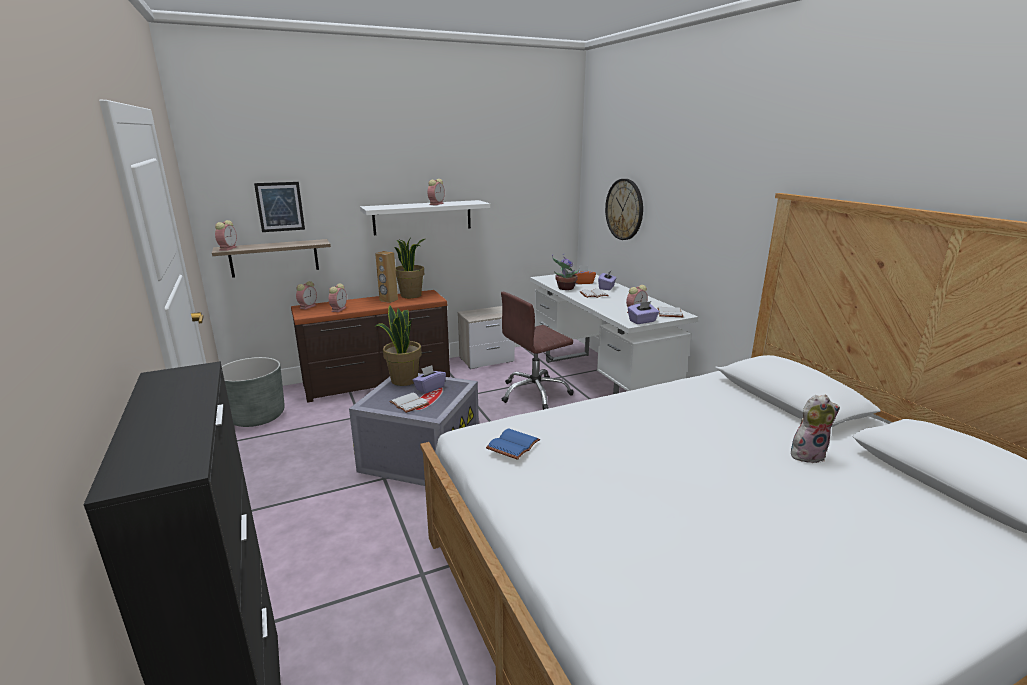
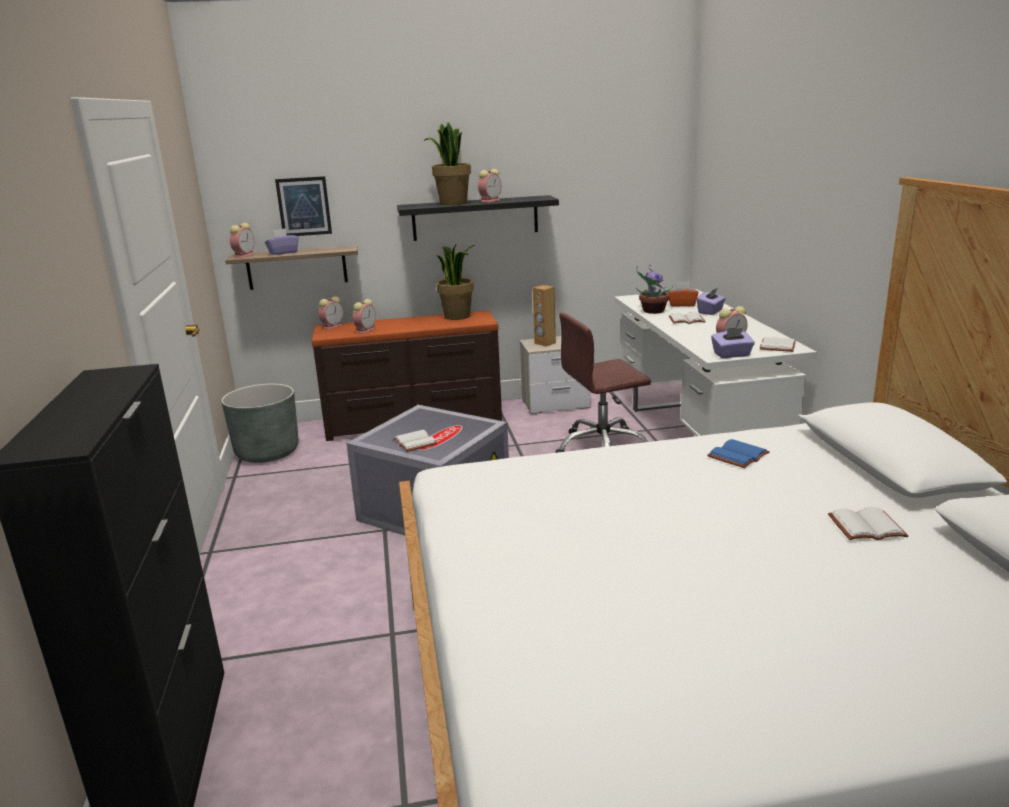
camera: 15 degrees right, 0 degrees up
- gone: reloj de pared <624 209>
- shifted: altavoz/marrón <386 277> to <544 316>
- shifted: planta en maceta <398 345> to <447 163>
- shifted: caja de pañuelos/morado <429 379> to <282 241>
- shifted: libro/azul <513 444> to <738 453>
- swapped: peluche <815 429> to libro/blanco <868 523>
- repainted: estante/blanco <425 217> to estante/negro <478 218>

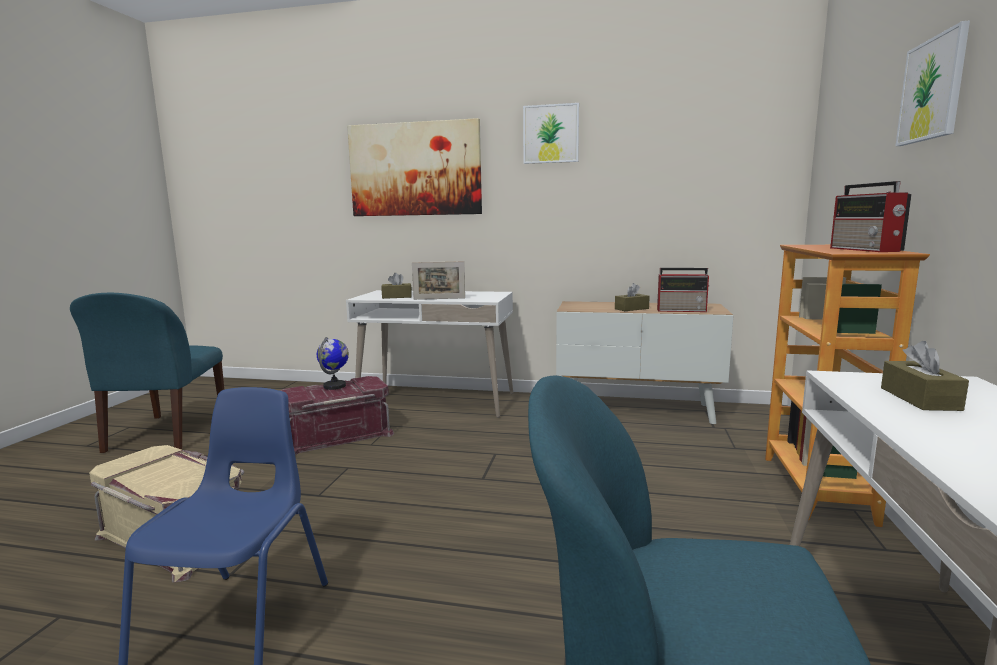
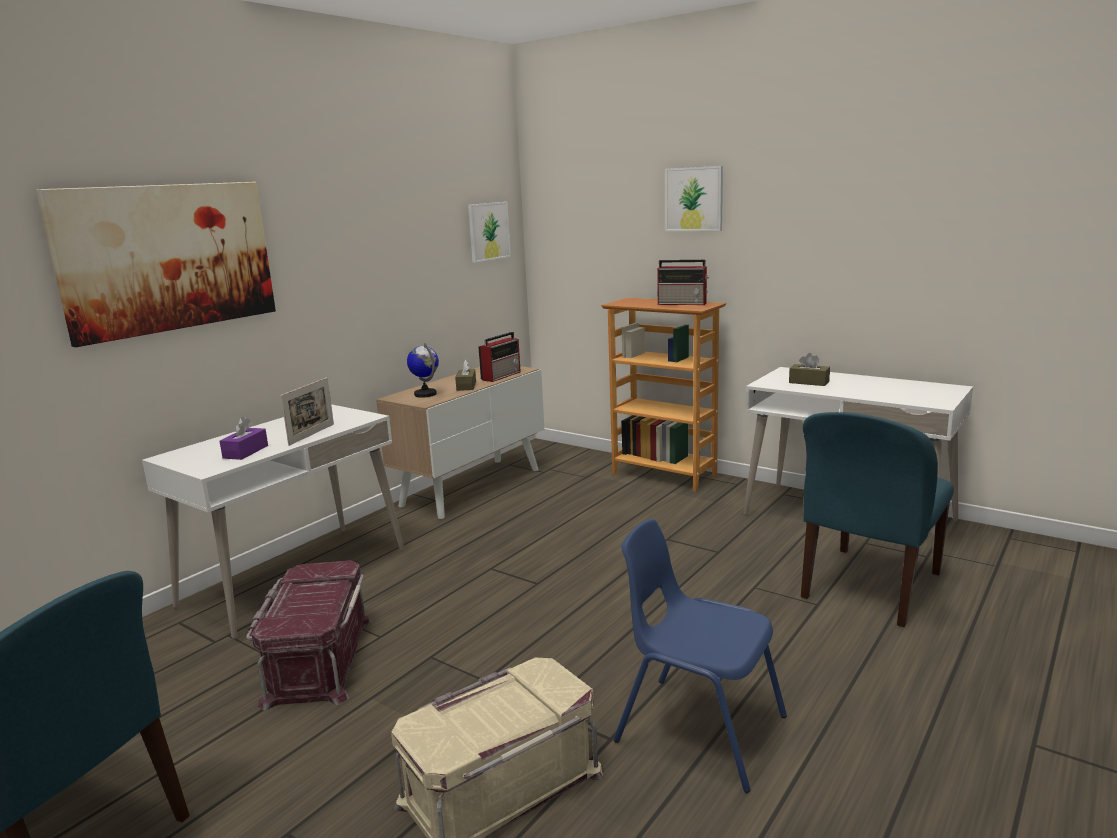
camera: 65 degrees left, 5 degrees up
- shifted: globo terráqueo <333 363> to <423 370>
- shifted: cuadro <551 133> to <489 232>
- repainted: caja de pañuelos/marrón <396 286> to caja de pañuelos/morado <244 438>

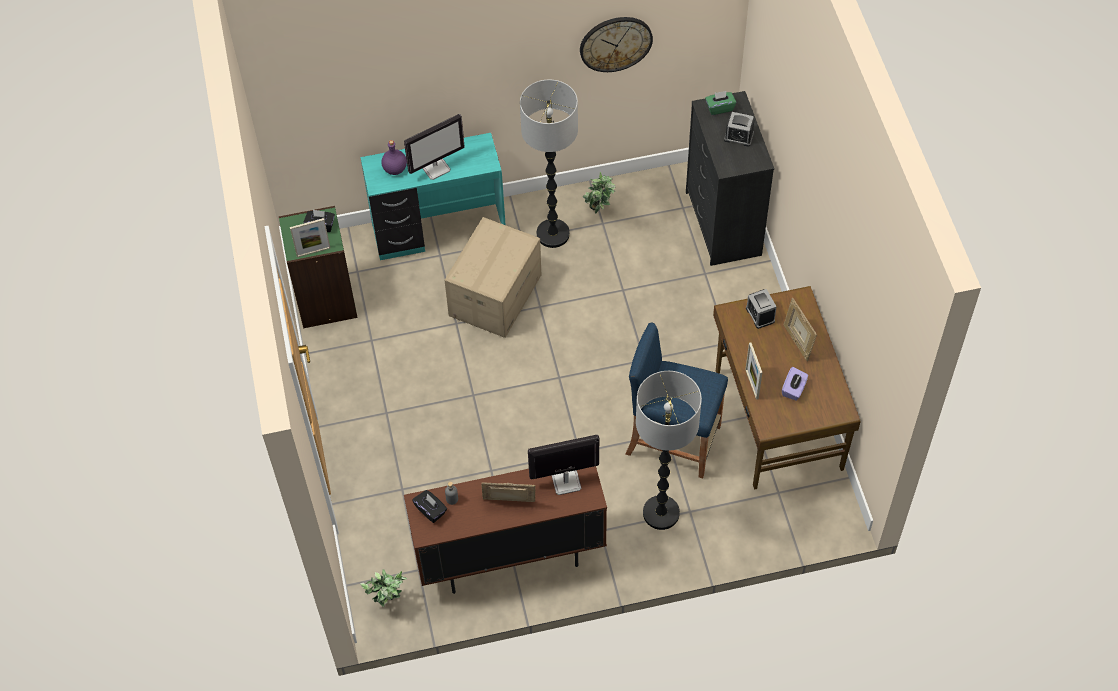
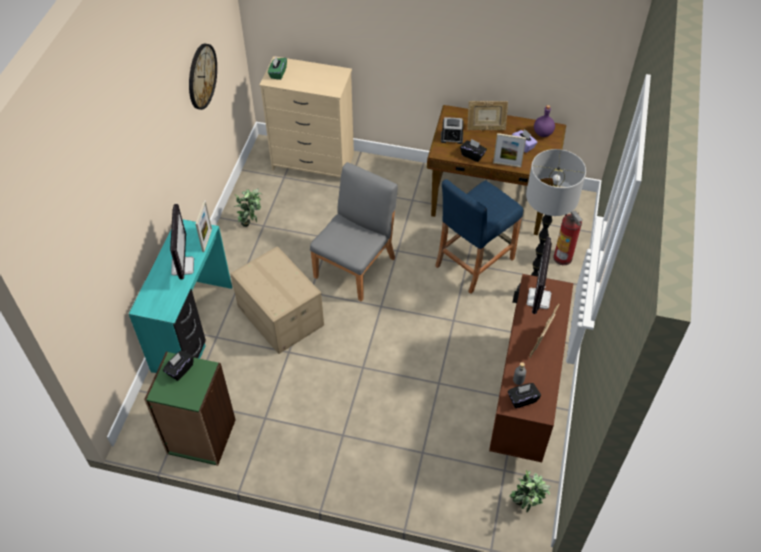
camera: 65 degrees left, 5 degrees down
- gone: lámpara de pie <549 163>
- gone: despertador <739 129>
- new: silla/gris <354 232>
- new: caja de pañuelos/negro <473 150>
- new: extintor <568 238>
- shifted: portarretratos <310 237> to <204 226>
- shifted: botella/morado <394 157> to <544 121>
- repainted: cómoda/negro <730 178> to cómoda/beis <307 117>

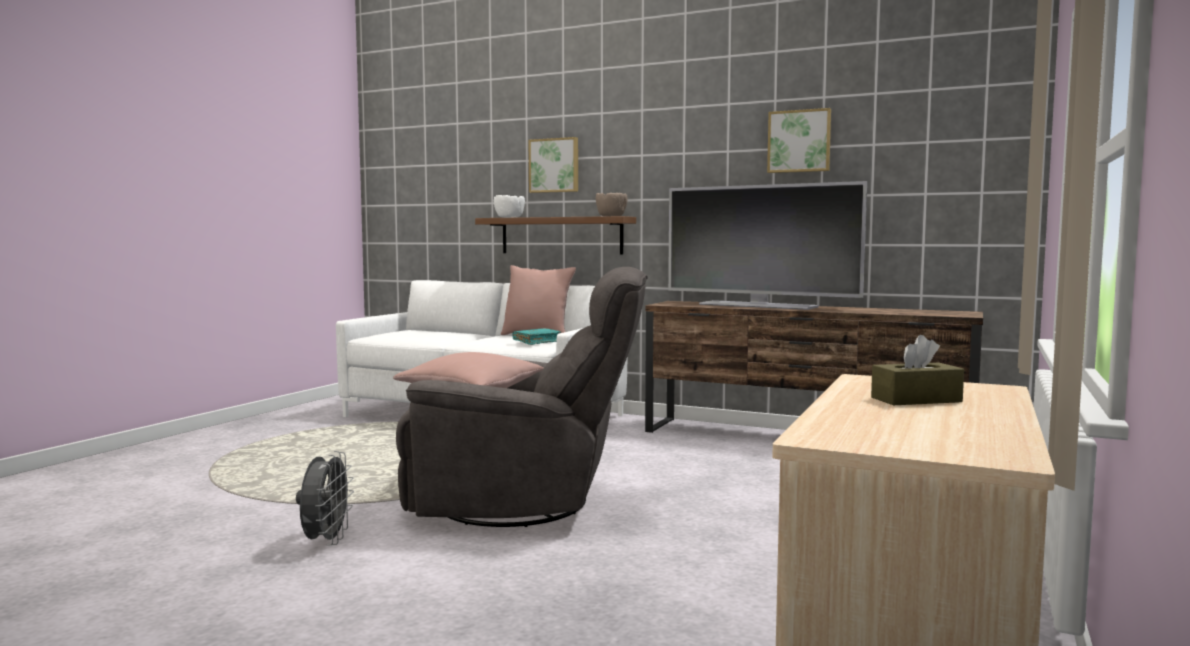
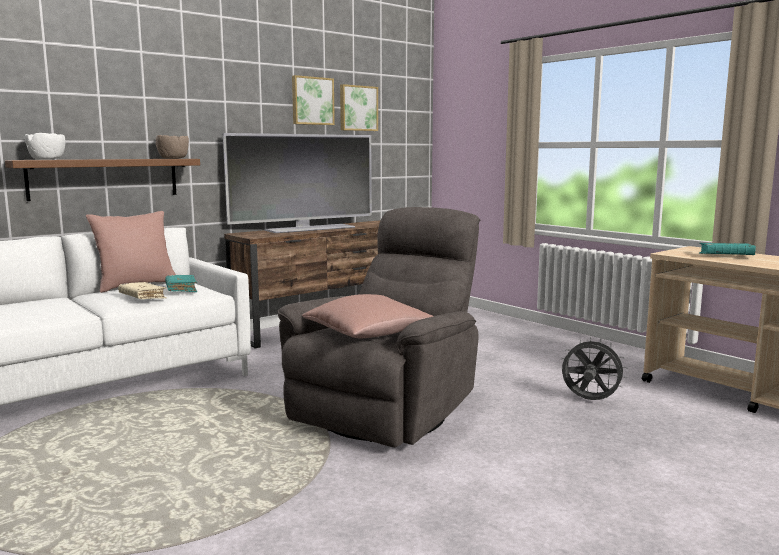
camera: 65 degrees left, 5 degrees up
- new: libro/beis <142 290>
- shifted: ventilador/gris <325 498> to <594 368>
- shifted: cuadro <553 165> to <359 107>
- swapped: caja de pañuelos/marrón <917 370> to libro/turquesa <727 249>

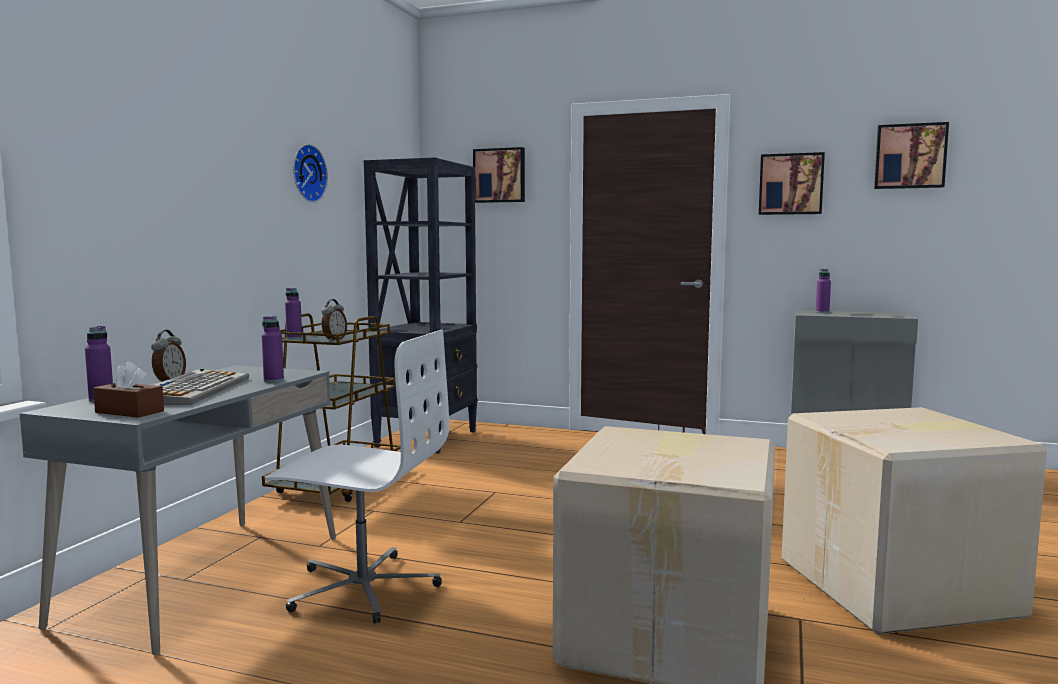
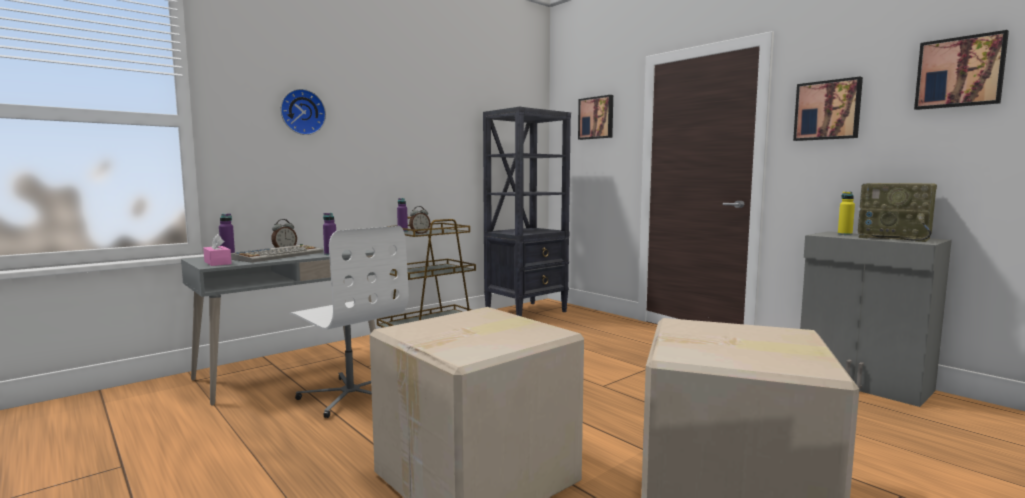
camera: 30 degrees right, 0 degrees up
- new: radio <897 212>
- shifted: reloj de pared <310 173> to <303 112>
- repainted: caja de pañuelos/marrón <128 390> to caja de pañuelos/rosa <217 250>
- repainted: botella/morado <823 291> to botella/amarillo <846 213>

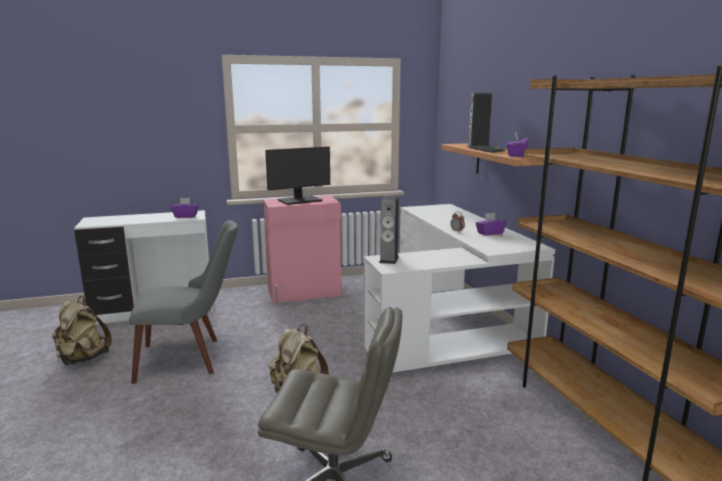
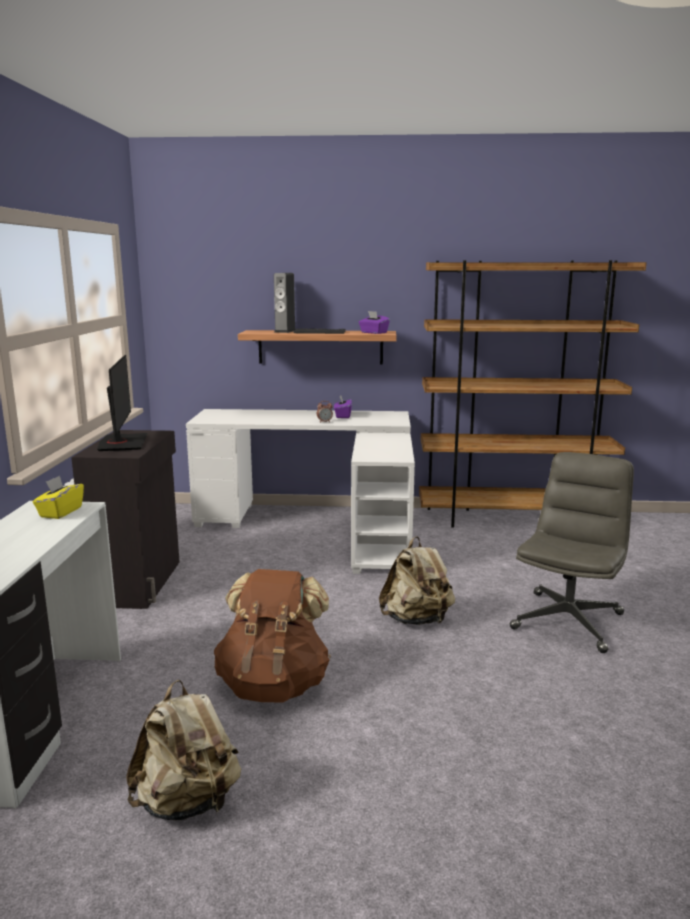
camera: 70 degrees left, 0 degrees up
- gone: altavoz <389 230>
- swapped: silla/gris <183 302> to mochila/marrón <272 635>
- repainted: caja de pañuelos/morado <185 208> to caja de pañuelos/amarillo <58 497>
- repainted: armario/rosa <302 249> to armario/negro <125 519>

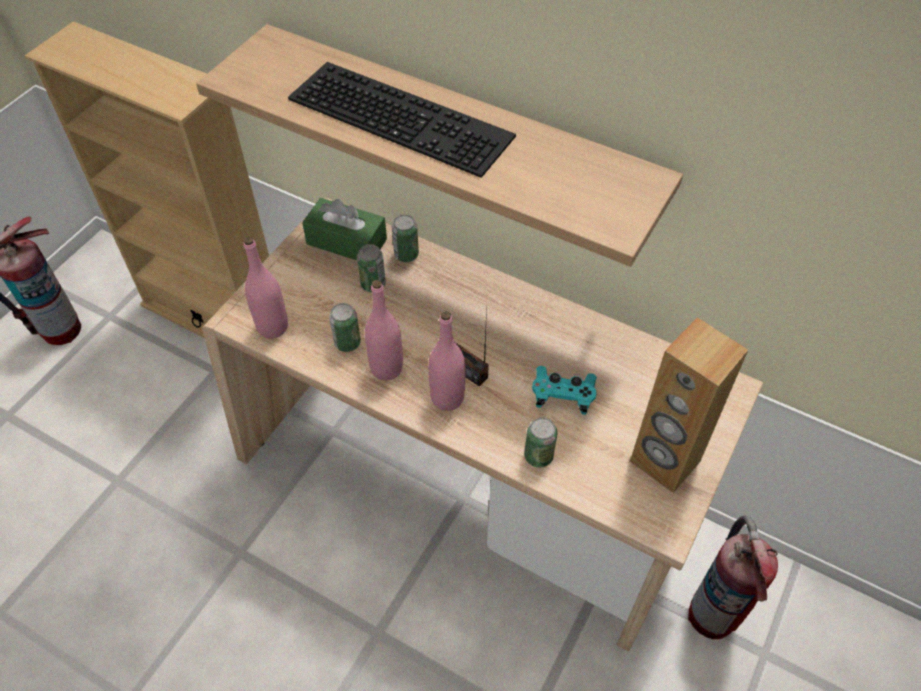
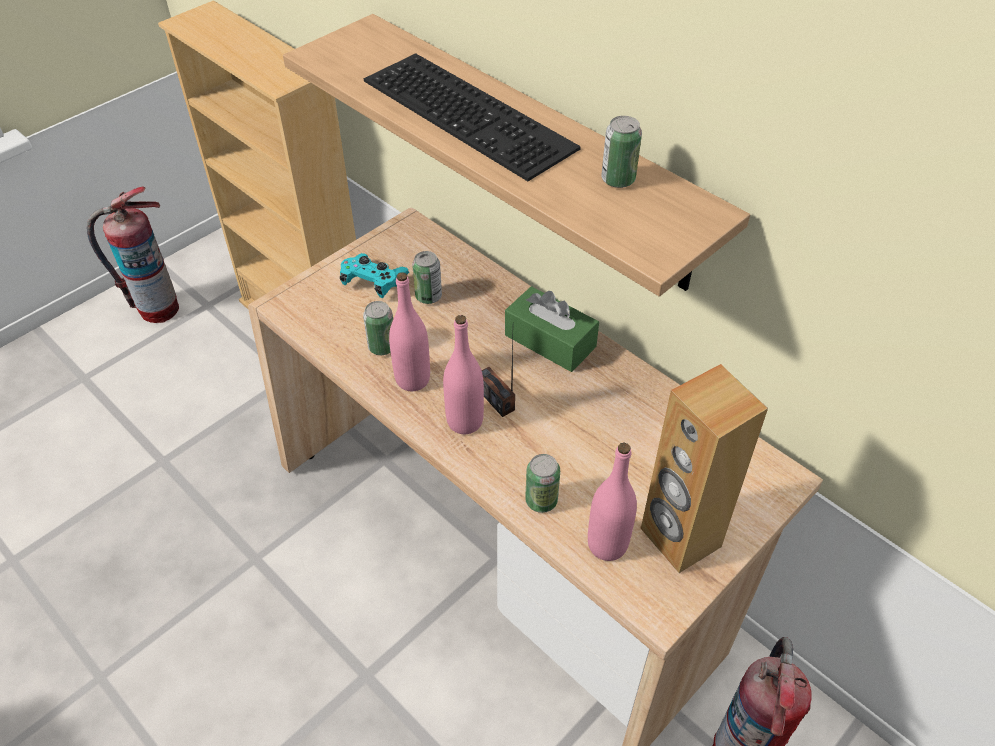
camera: 15 degrees right, 5 degrees down
- shifted: botella/rosa <265 288> to <612 502>
- shifted: caja de pañuelos/verde <344 229> to <552 329>
- shifted: lata <405 238> to <621 152>
- shifted: mando de consola/turquesa <564 390> to <375 275>

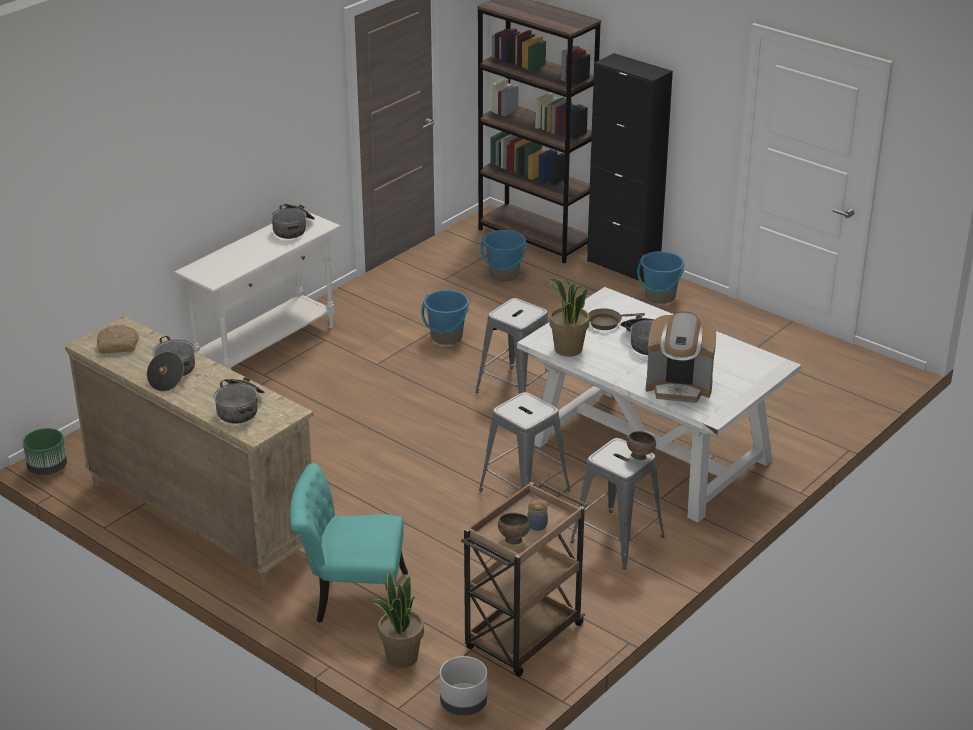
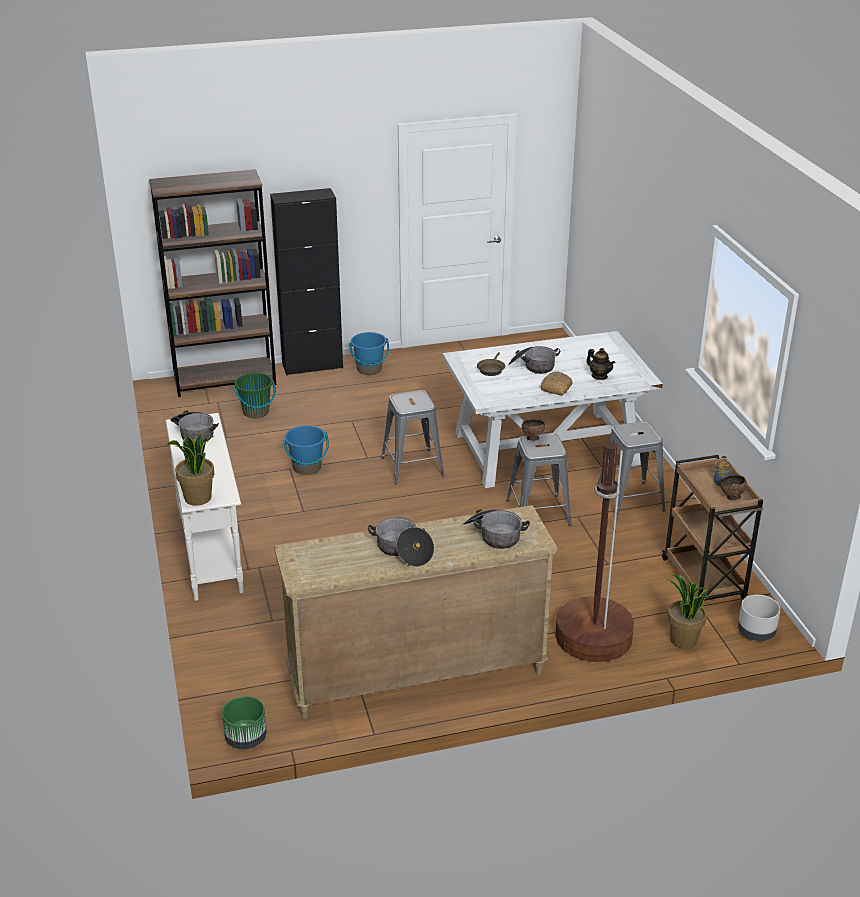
camera: 55 degrees left, 0 degrees up
- shifted: pan <118 339> to <556 383>
- shifted: planta en maceta <567 317> to <190 469>
- shifted: cuenco/marrón <641 445> to <533 430>
- swapped: silla/turquesa <349 543> to lámpara de pie/marrón <594 552>
- swapped: cafetera <681 357> to tetera <600 364>
- repainted: cubo/azul <504 255> to cubo/verde <255 395>

